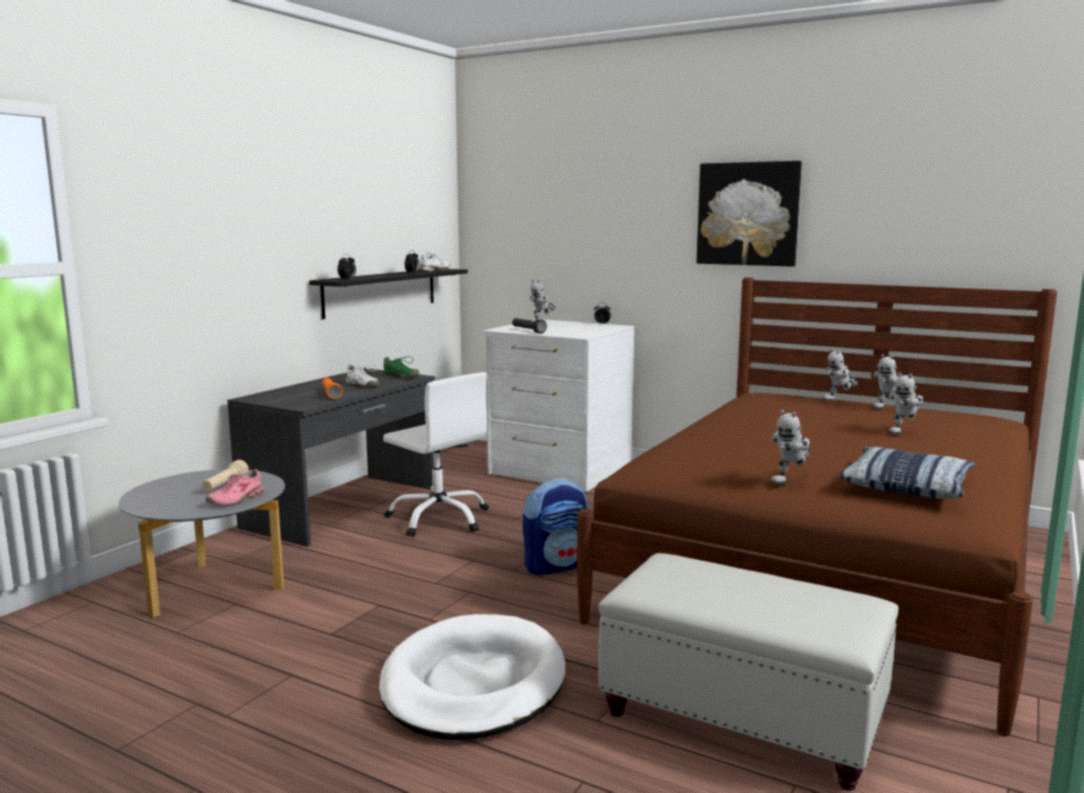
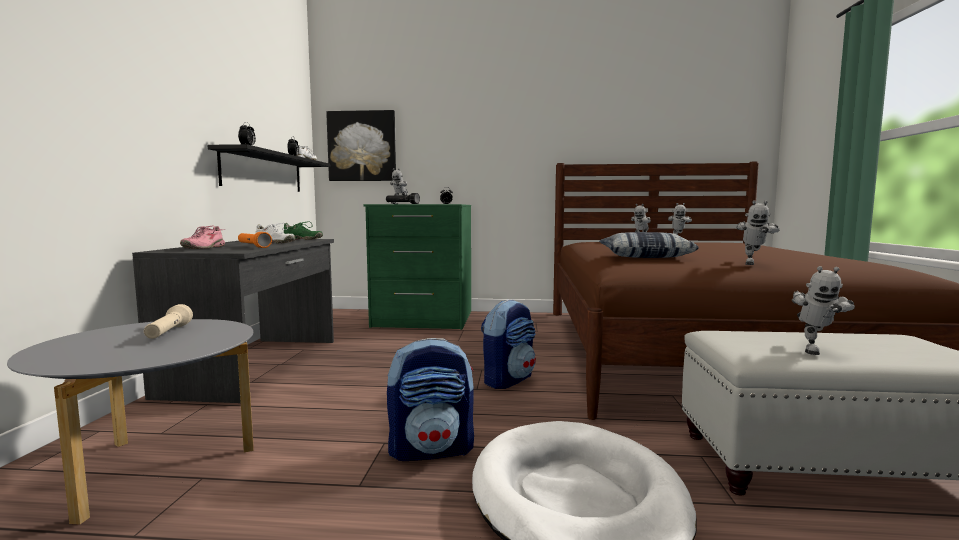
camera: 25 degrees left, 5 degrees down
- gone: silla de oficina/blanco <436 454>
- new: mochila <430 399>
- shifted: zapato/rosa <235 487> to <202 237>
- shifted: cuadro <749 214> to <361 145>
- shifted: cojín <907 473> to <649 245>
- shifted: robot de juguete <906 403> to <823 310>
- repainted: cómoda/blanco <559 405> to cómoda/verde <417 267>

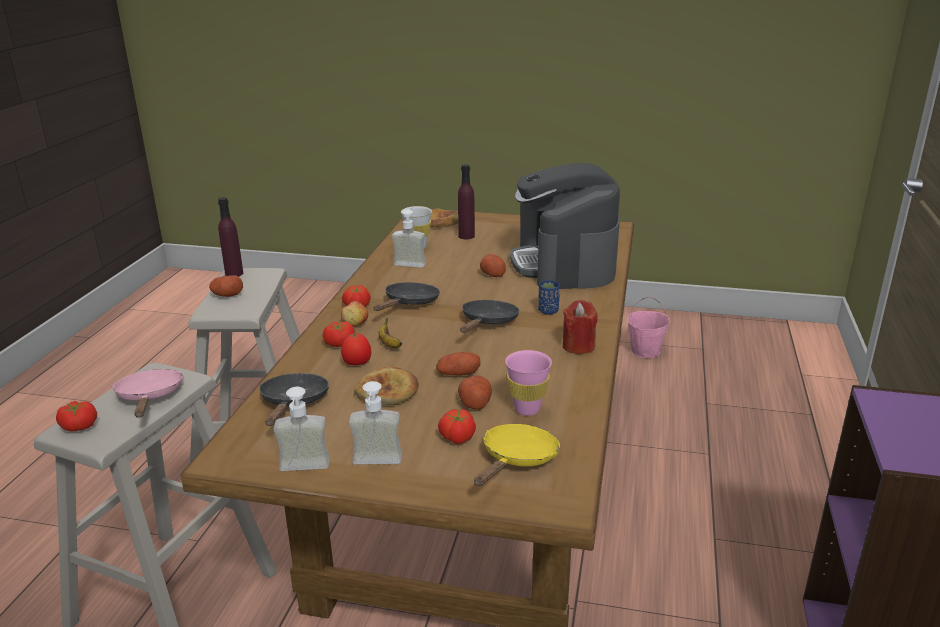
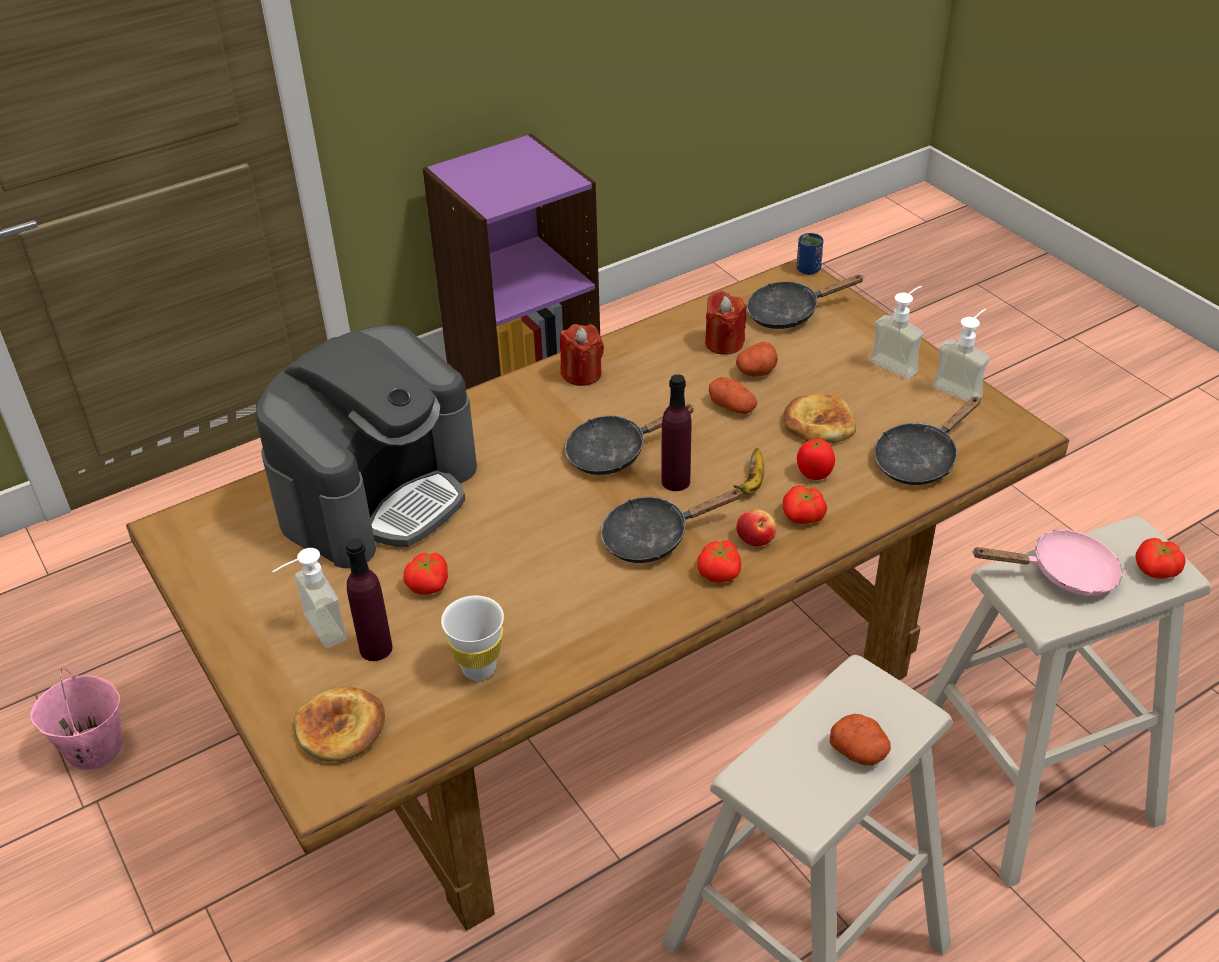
camera: 135 degrees left, 15 degrees up
- gone: patata <493 265>
- shifted: botella/morado <230 237> to <676 432>
- shifted: dispensador de jabón <409 237> to <309 598>
- shifted: tomate <457 426> to <426 574>
- shifted: taza/azul <549 297> to <810 254>
- swapped: taza/rosa <528 383> to vela/rojo <726 323>
- repainted: sartén/amarillo <517 455> to sartén/negro <805 302>
- rotated: sartén/rosa <148 393> = <1047 562> 120 degrees counterclockwise

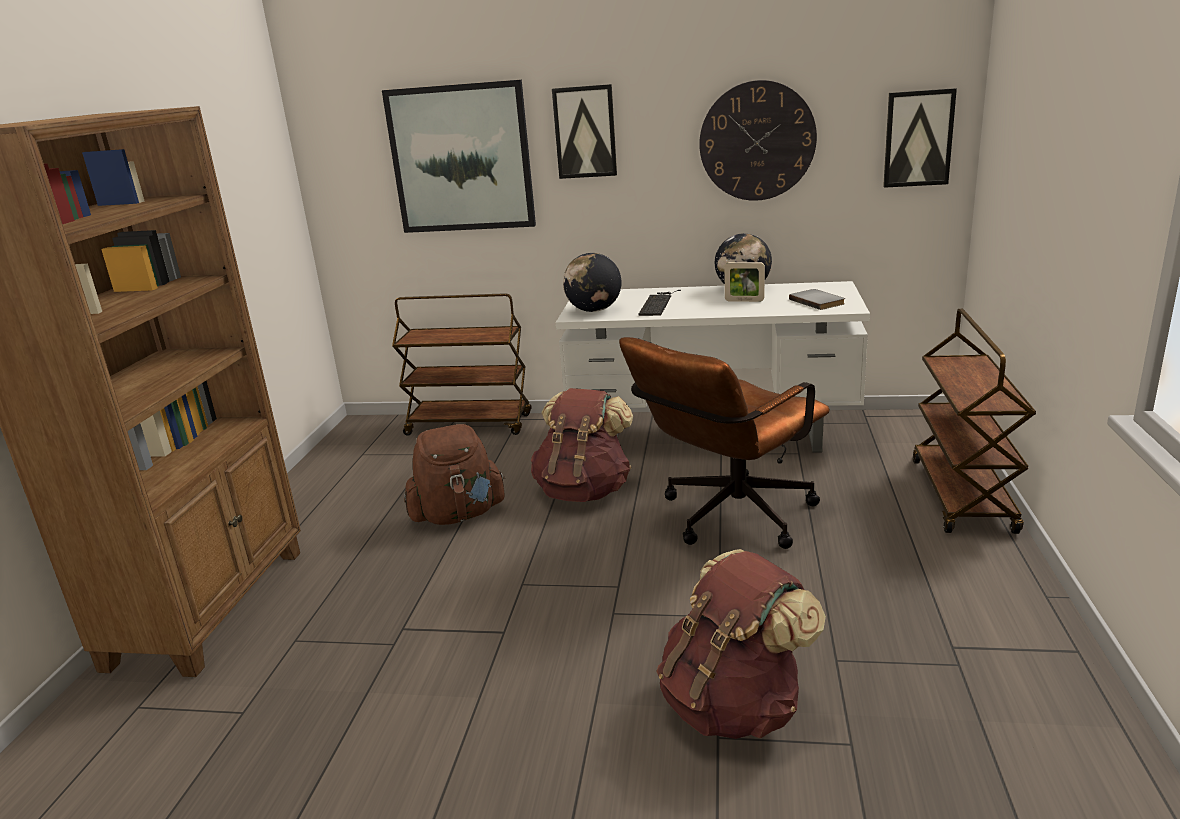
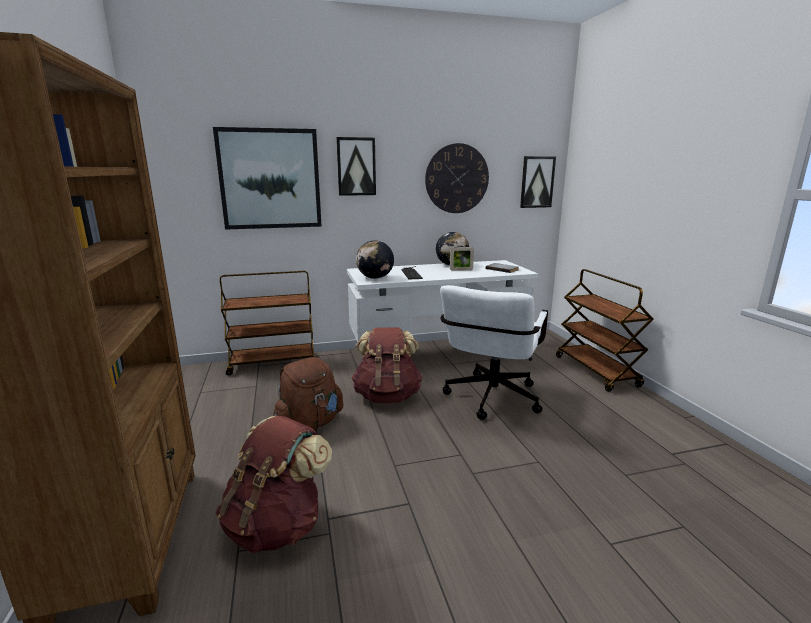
camera: 25 degrees left, 5 degrees down
- shifted: mochila/marrón <741 644> to <274 484>
- repainted: silla de oficina/marrón <724 443> to silla de oficina/blanco <494 352>

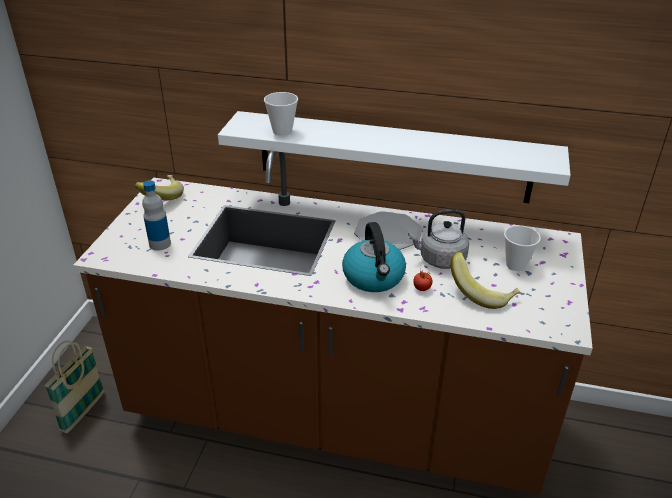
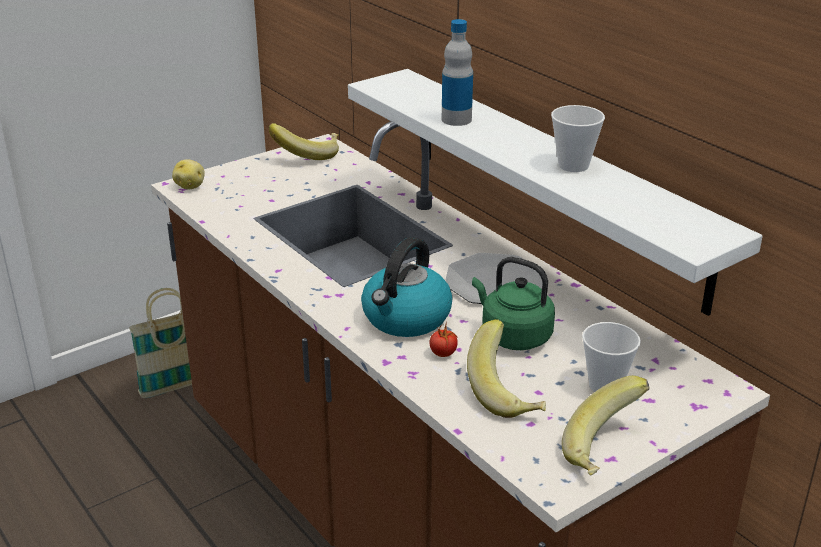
camera: 40 degrees right, 5 degrees down
- new: patata <188 174>
- new: plátano <606 426>
- shifted: botella <156 215> to <457 72>
- shifted: taza <281 114> to <578 138>
- repainted: hervidor/gris <438 239> to hervidor/verde <513 303>

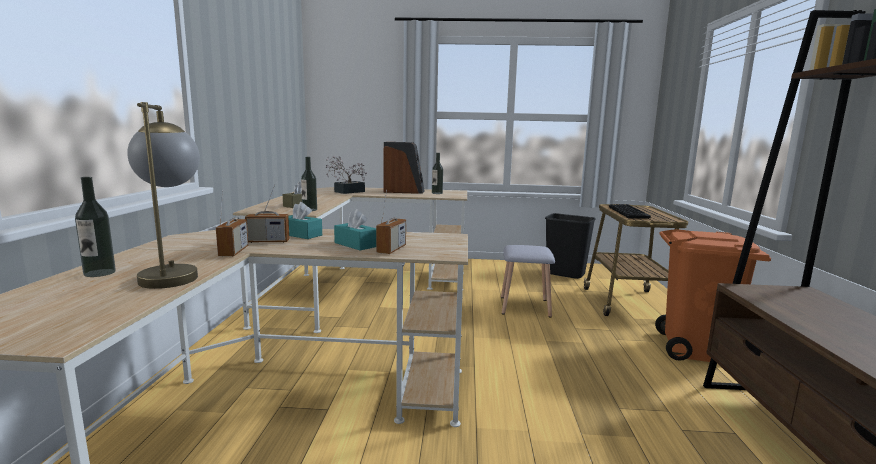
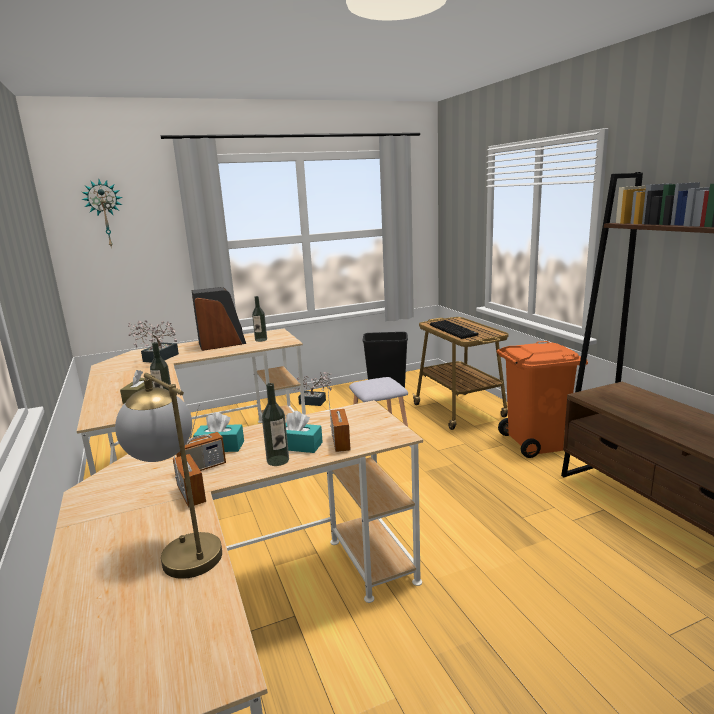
camera: 25 degrees left, 5 degrees up
- new: reloj de pared <102 214>
- new: planta en maceta <312 389>
- shifted: botella <95 227> to <275 424>

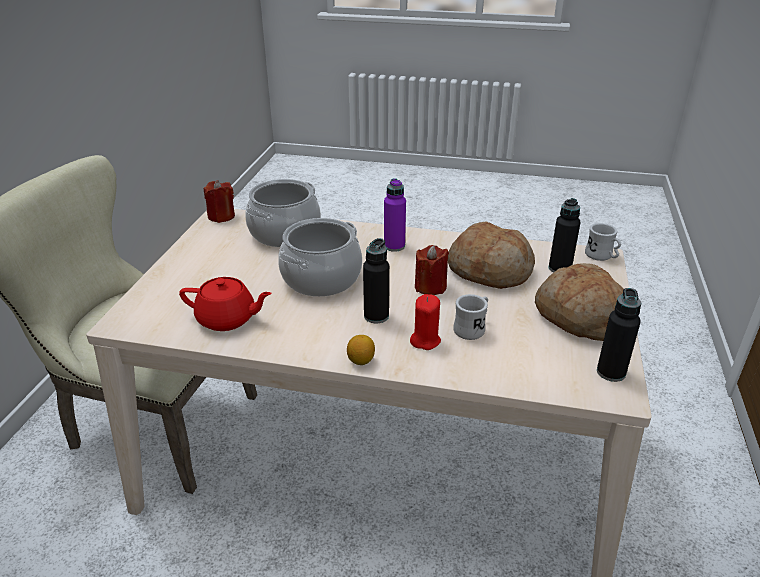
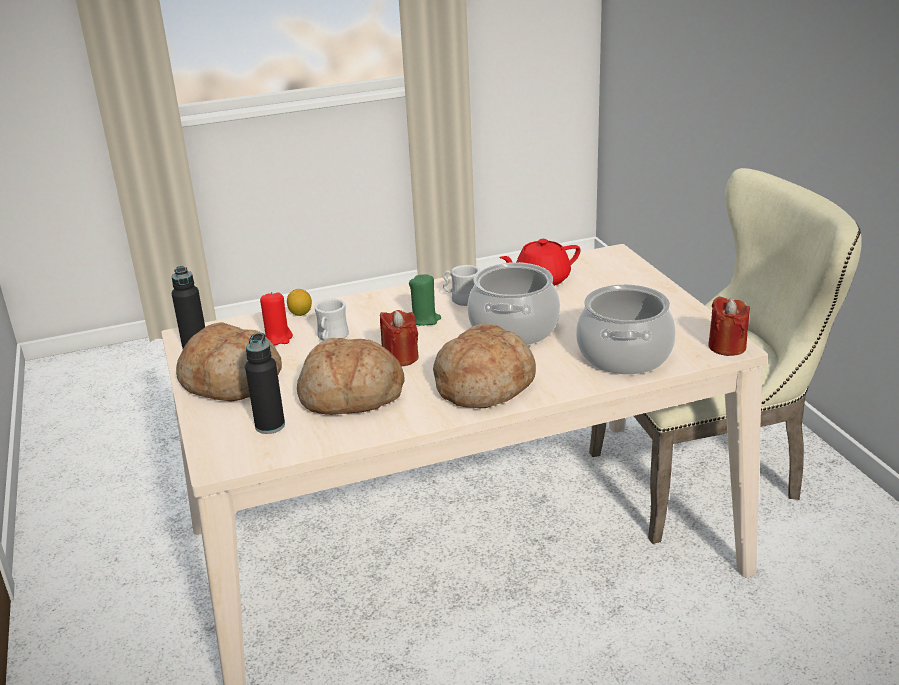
camera: 150 degrees right, 5 degrees down
- shifted: limón <361 350> to <299 302>
- shifted: vela/rojo <425 322> to <276 318>
- shifted: taza grande/blanco <603 242> to <461 285>
- swapped: botella/negro <376 280> to vela/verde <425 300>
- swapped: botella/morado <395 215> to pan <484 366>

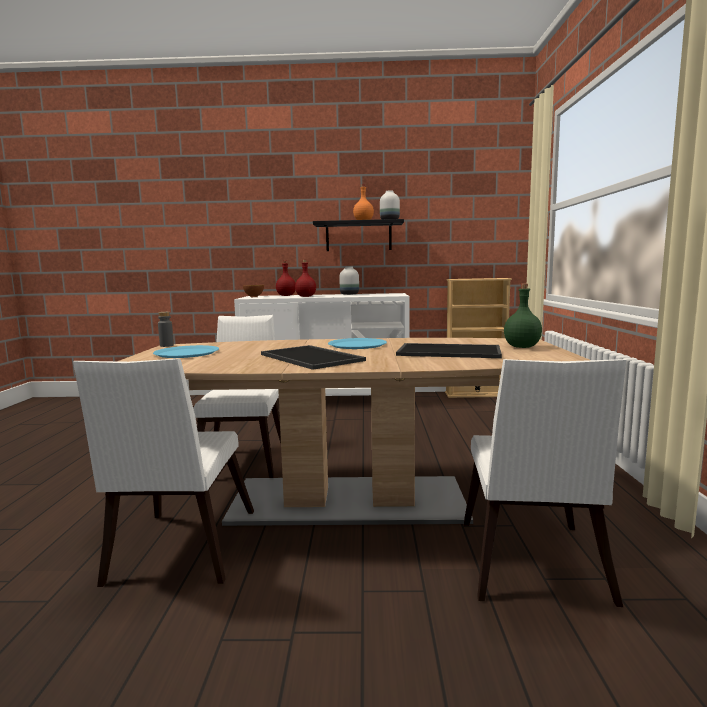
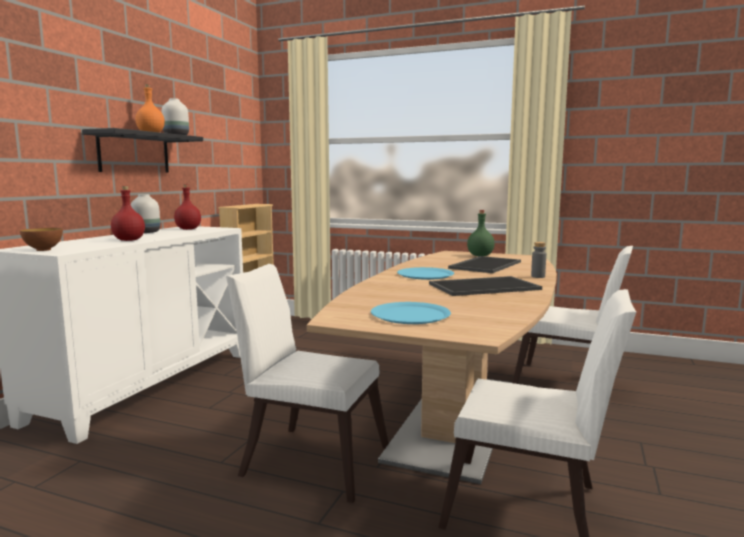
camera: 70 degrees left, 0 degrees up
- shifted: botella/gris <166 329> to <538 260>
- shifted: botella/rojo <285 278> to <187 207>

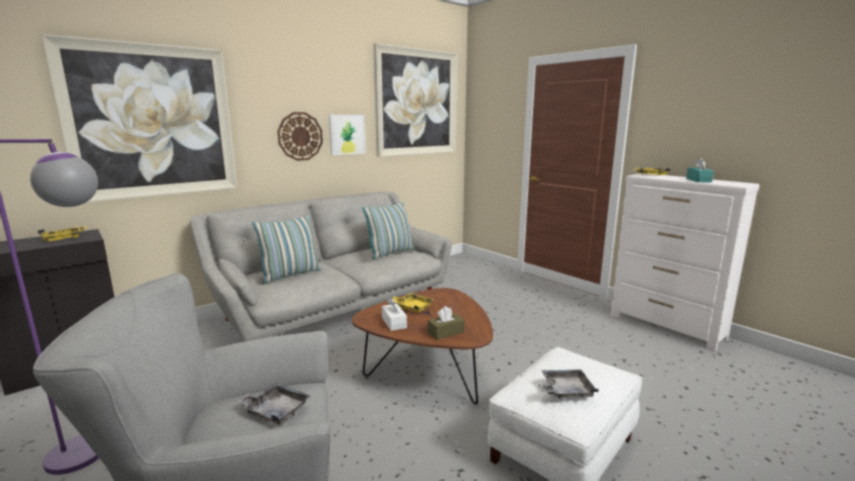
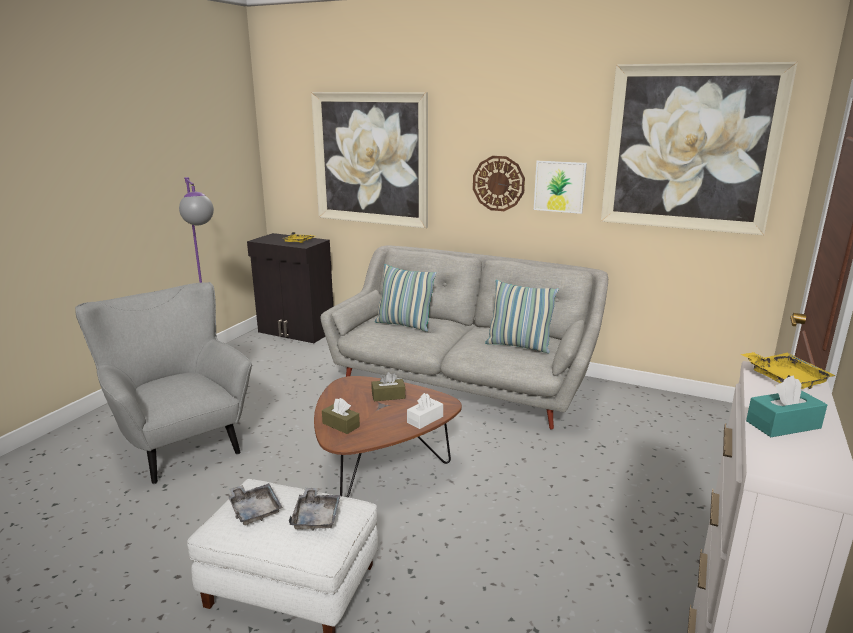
camera: 65 degrees right, 5 degrees up
- shifted: bandeja/gris <273 404> to <315 509>
- shifted: caja de pañuelos/blanco <394 314> to <425 411>
- swapped: bandeja/amarillo <413 303> to caja de pañuelos/marrón <388 386>

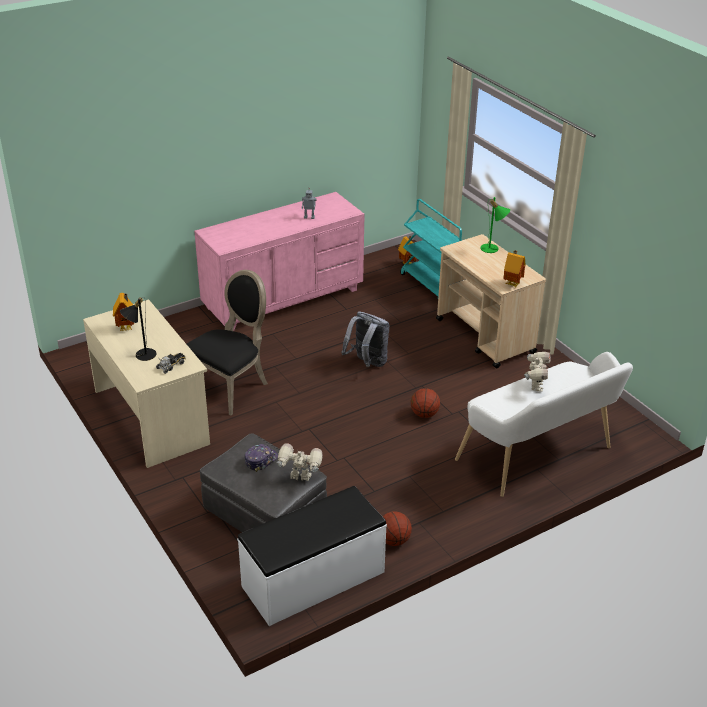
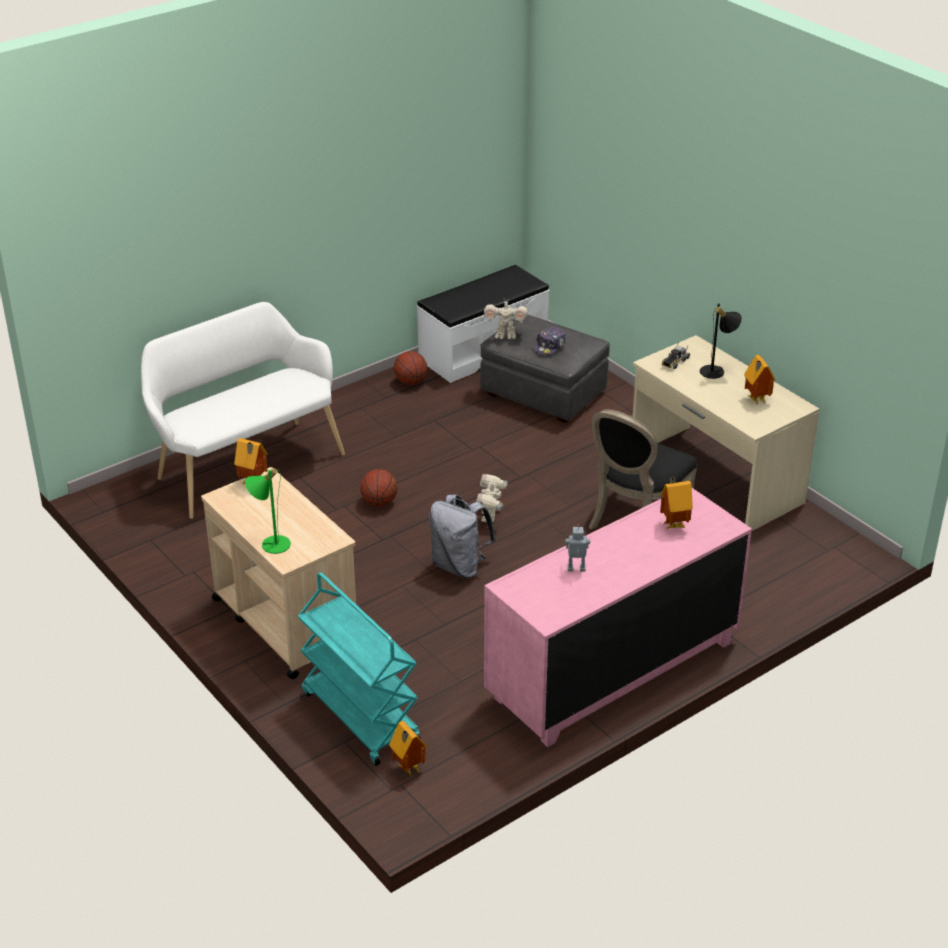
camera: 175 degrees right, 0 degrees up
- new: casita <676 503>
- shifted: robot de juguete <537 372> to <492 498>

